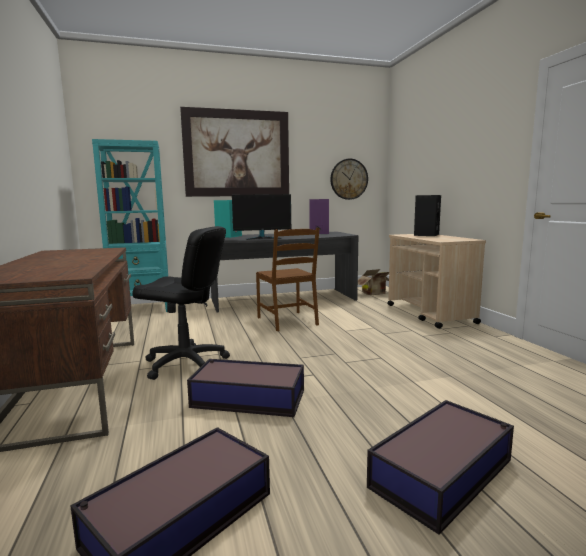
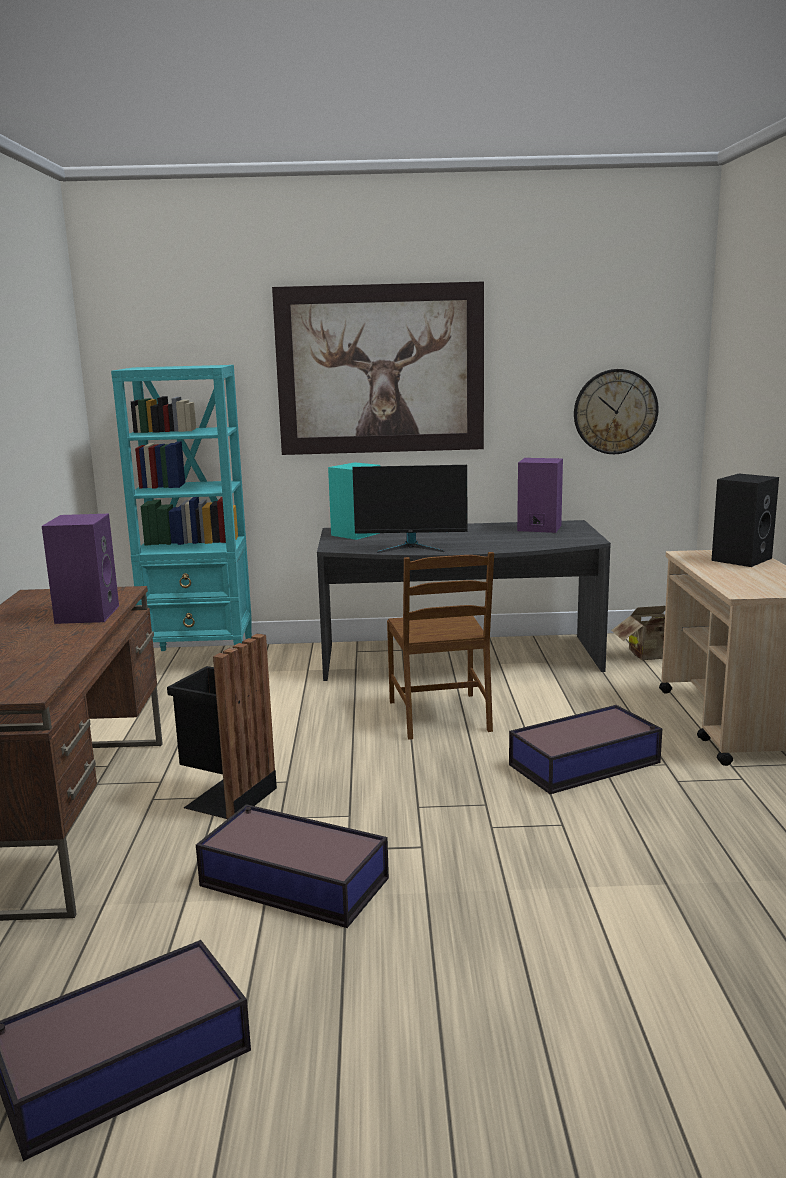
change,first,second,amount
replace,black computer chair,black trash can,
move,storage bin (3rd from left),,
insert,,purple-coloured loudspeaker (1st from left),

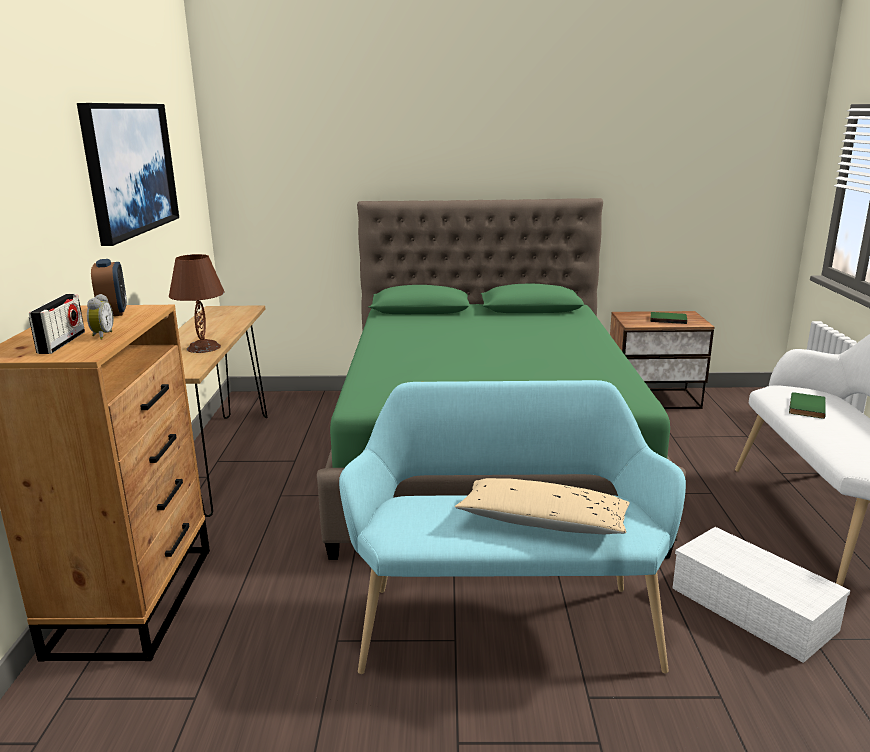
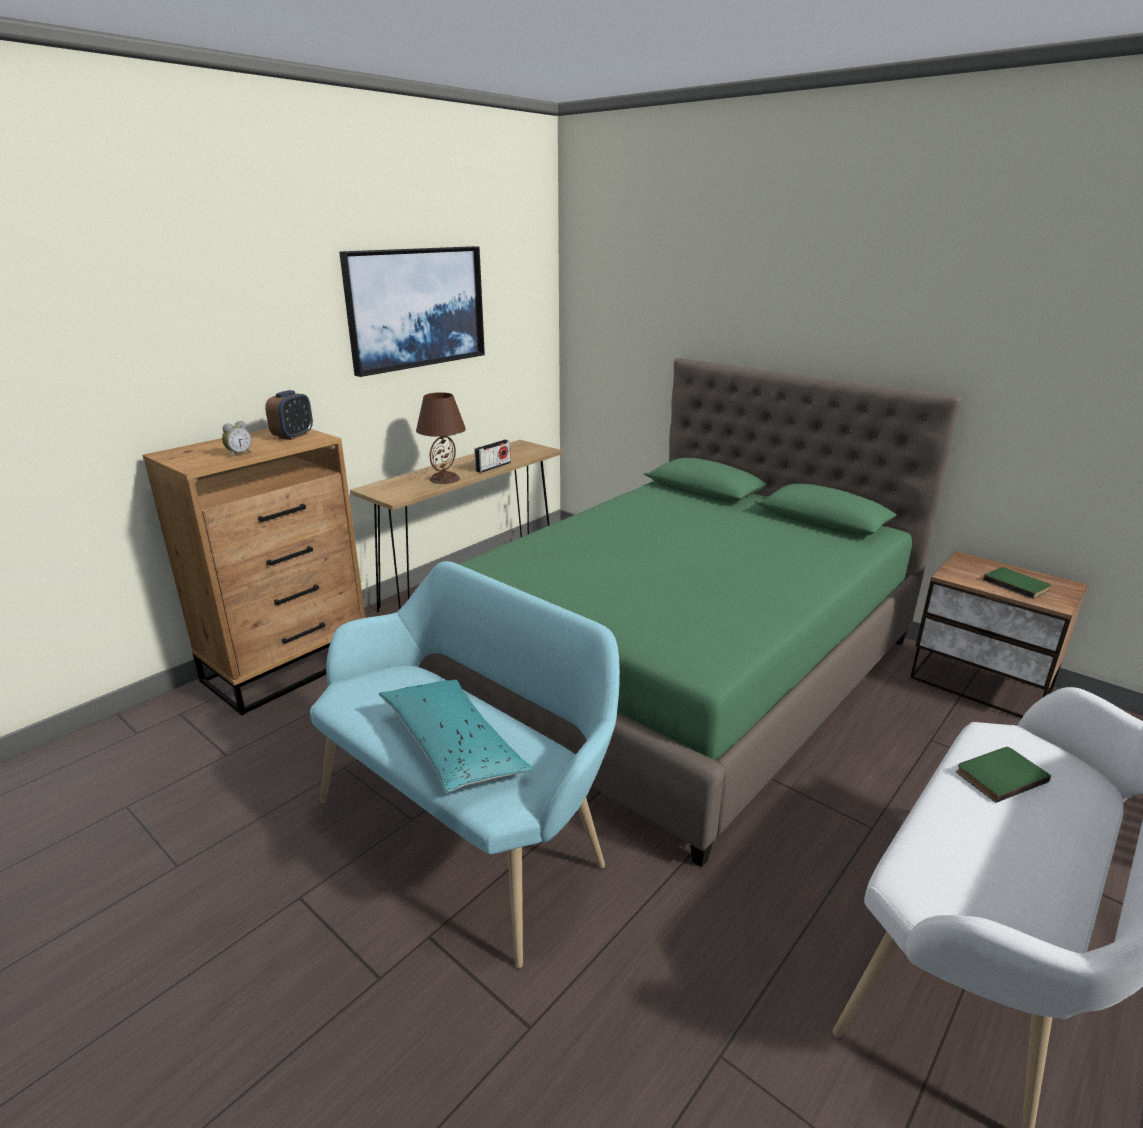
change,first,second,amount
move,radio receiver,,
recolor,beige-coloured pillow,turquoise pillow,
delete,white storage bin,,

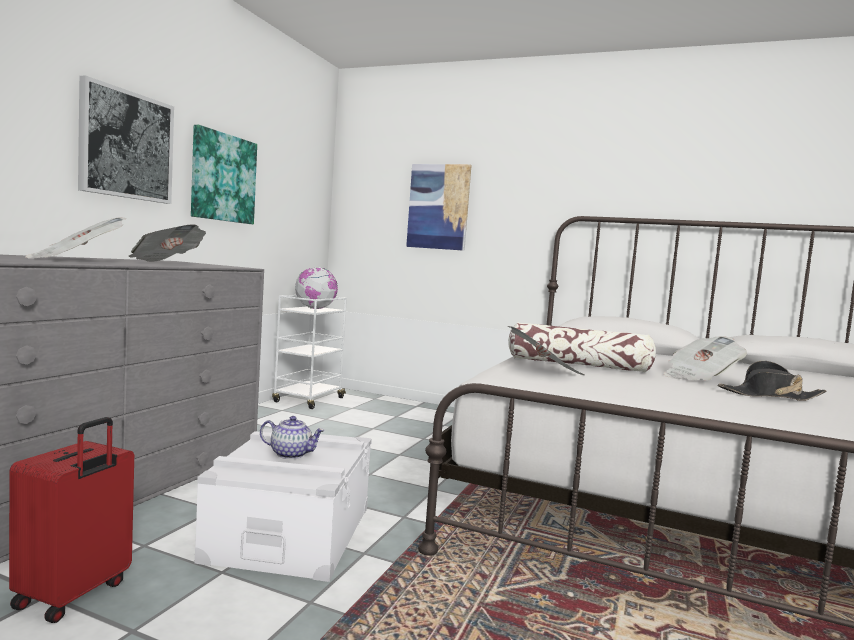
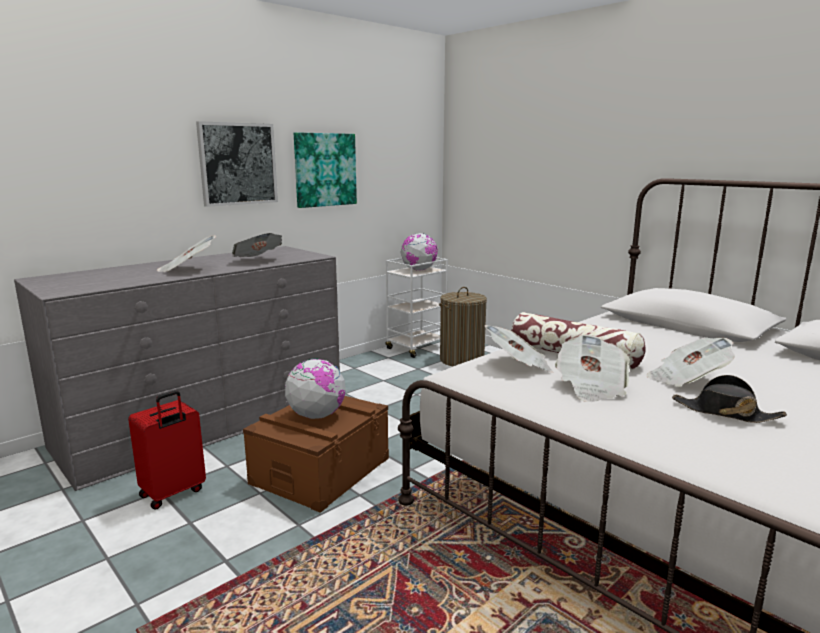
change,first,second,amount
recolor,white storage bin,brown storage bin,
replace,pot for tea,globe (1st from left),
delete,picture (3rd from left),,
insert,,hamper,
insert,,newspaper (4th from left),

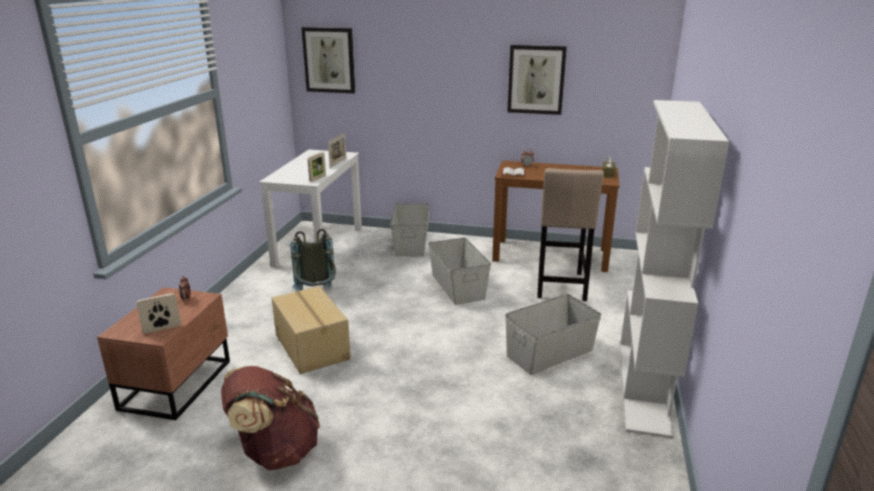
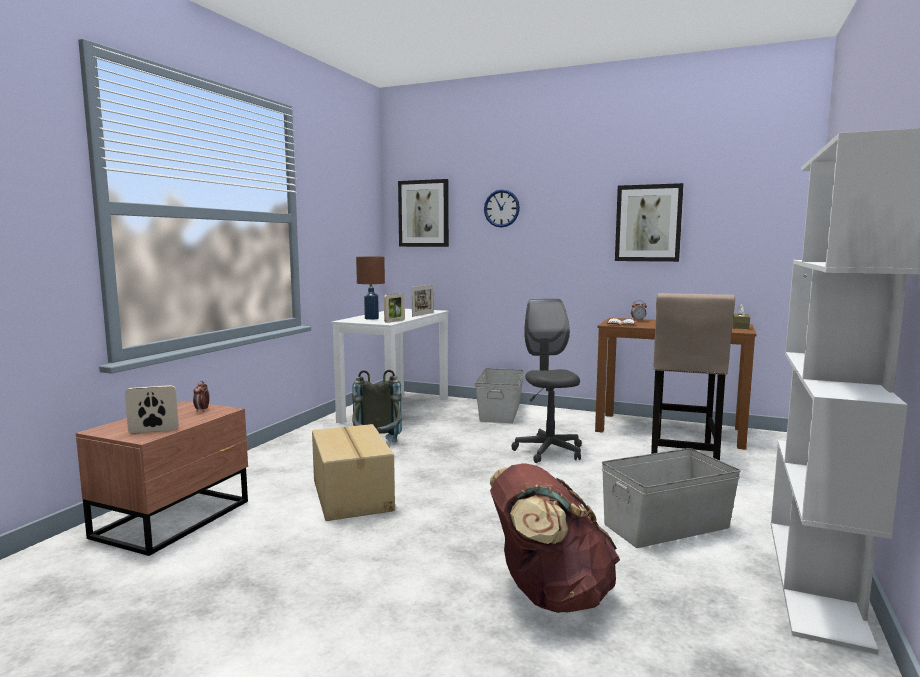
change,first,second,amount
move,brown backpack,,
replace,gray storage bin (2nd from left),gray computer chair,
insert,,brown table lamp,
insert,,hanging clock,

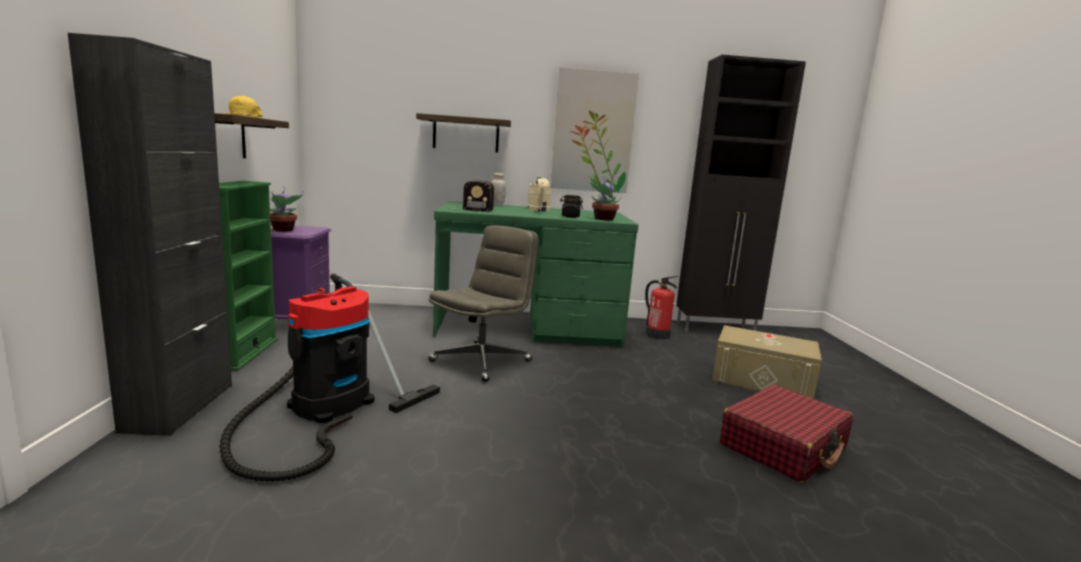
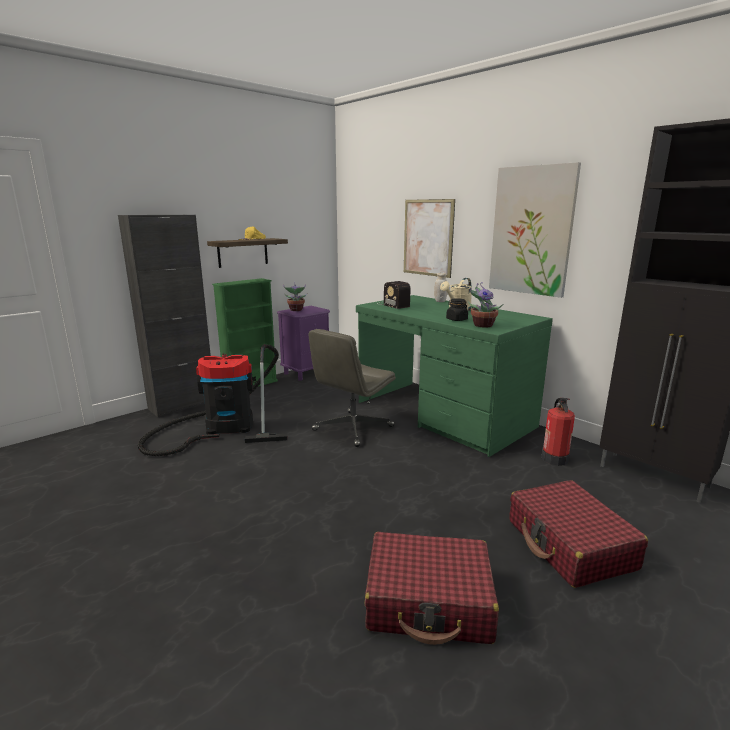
change,first,second,amount
replace,shelf (2nd from left),picture (1st from left),
rotate,gray computer chair,,135 degrees clockwise
replace,beige-coloured storage bin,red travel case (2nd from left),

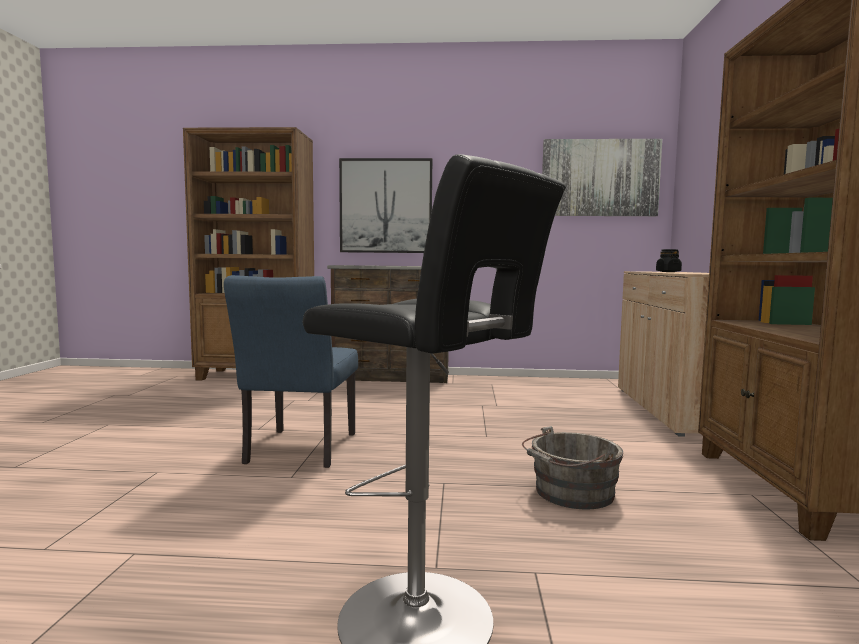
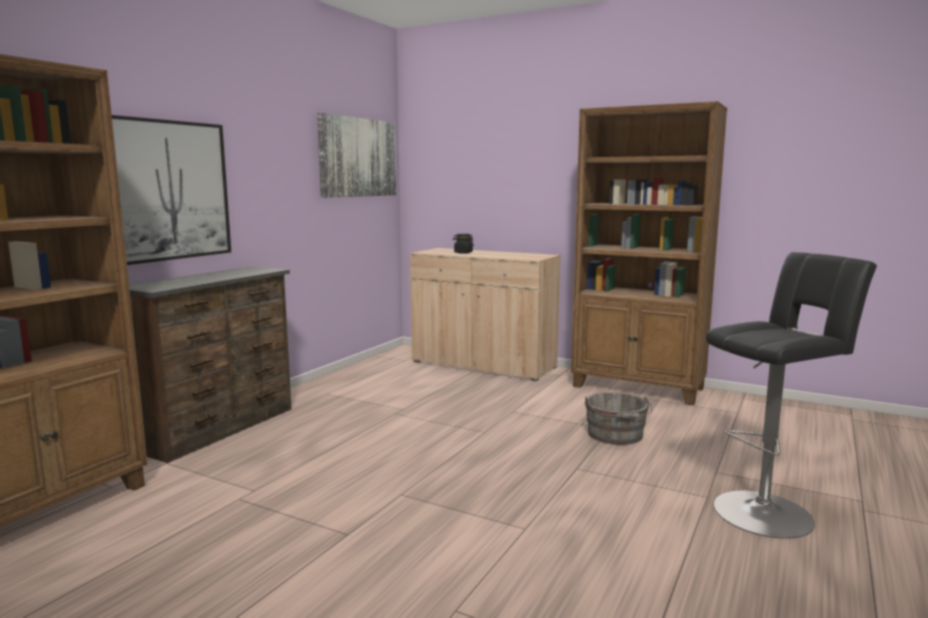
change,first,second,amount
delete,blue-coloured upright chair,,

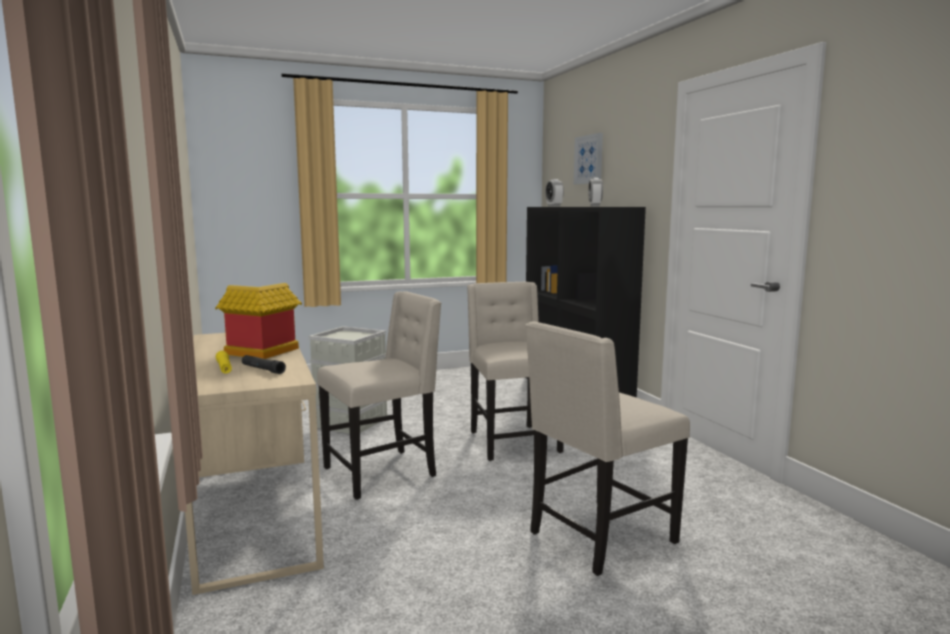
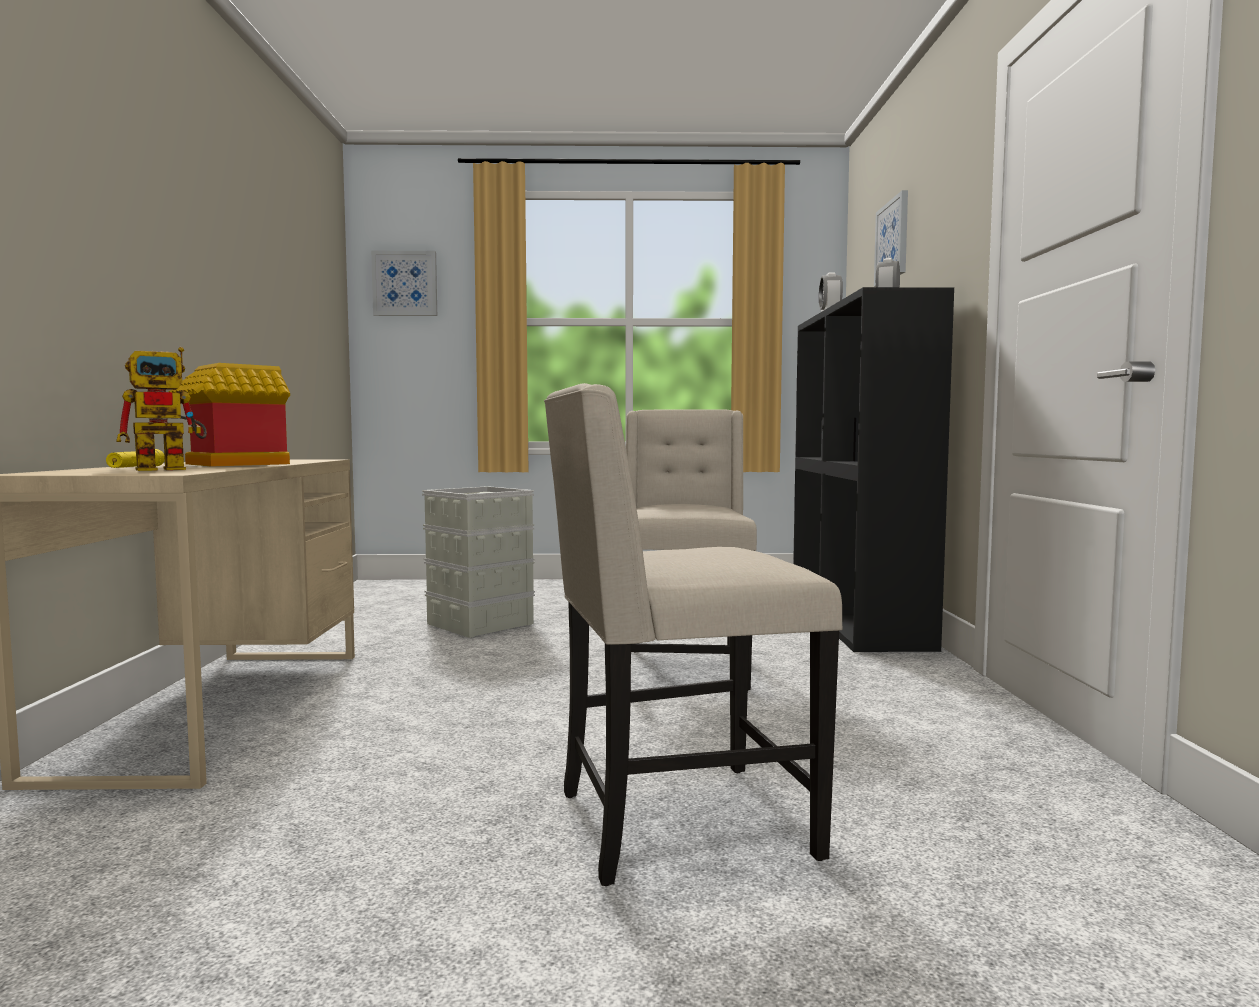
change,first,second,amount
replace,black flashlight,robot figure,
delete,beige-coloured upright chair (1st from left),,
insert,,picture (1st from left),

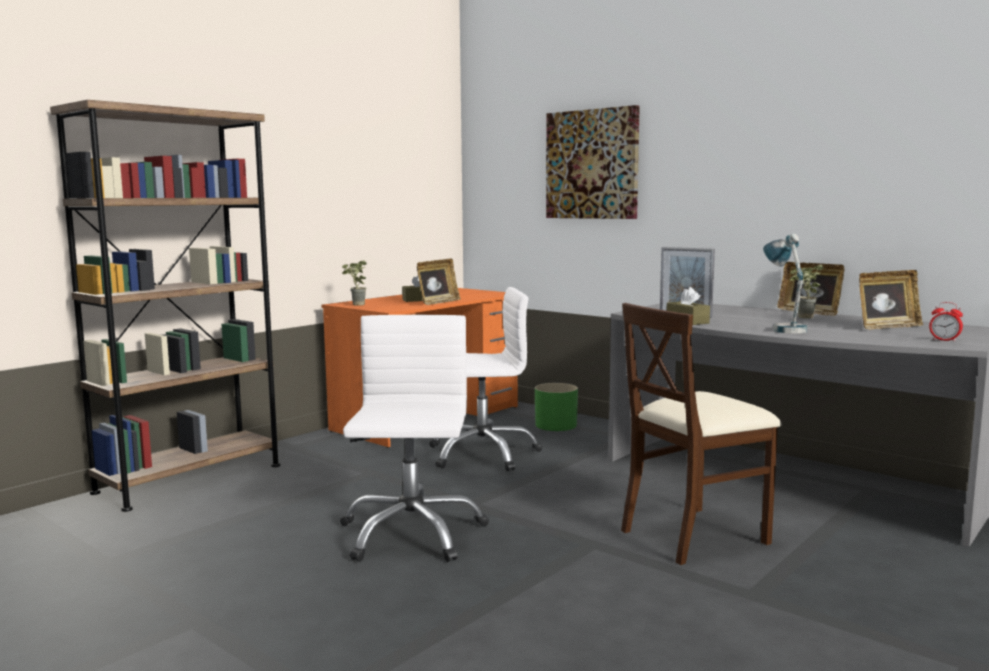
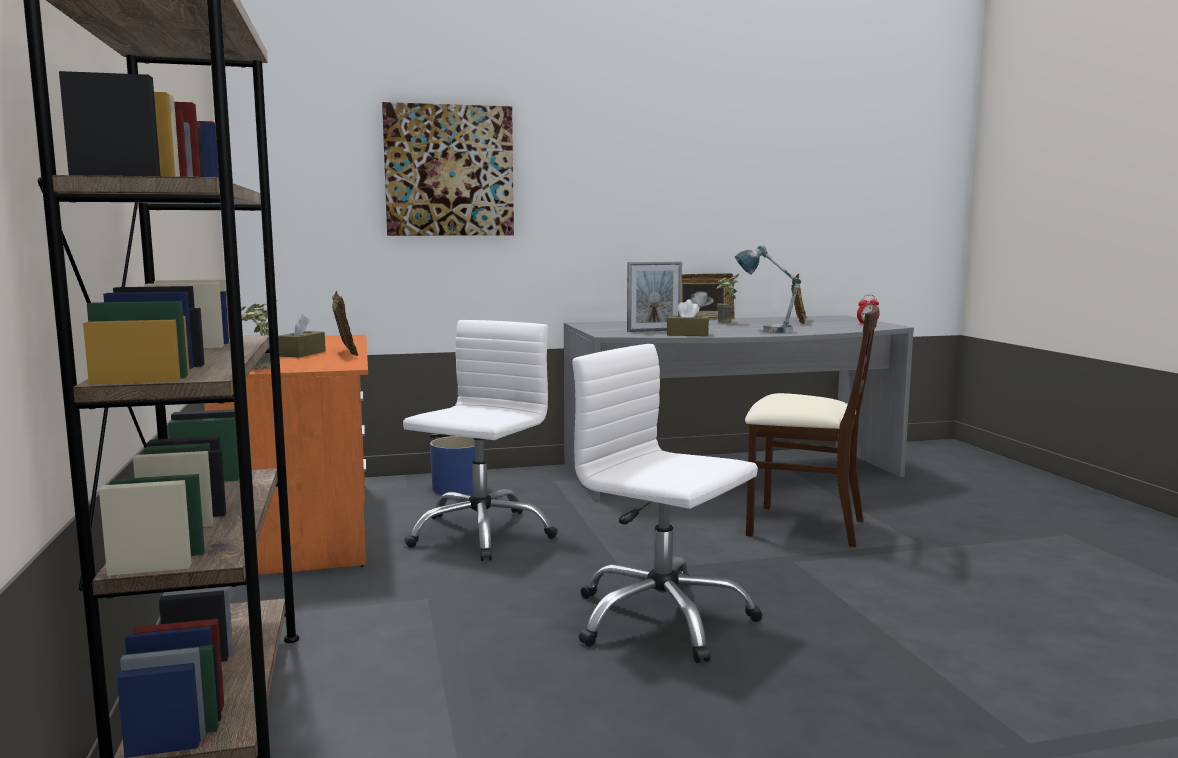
change,first,second,amount
recolor,green planter,blue-coloured planter,
rotate,beige-coloured upright chair,,75 degrees counterclockwise

